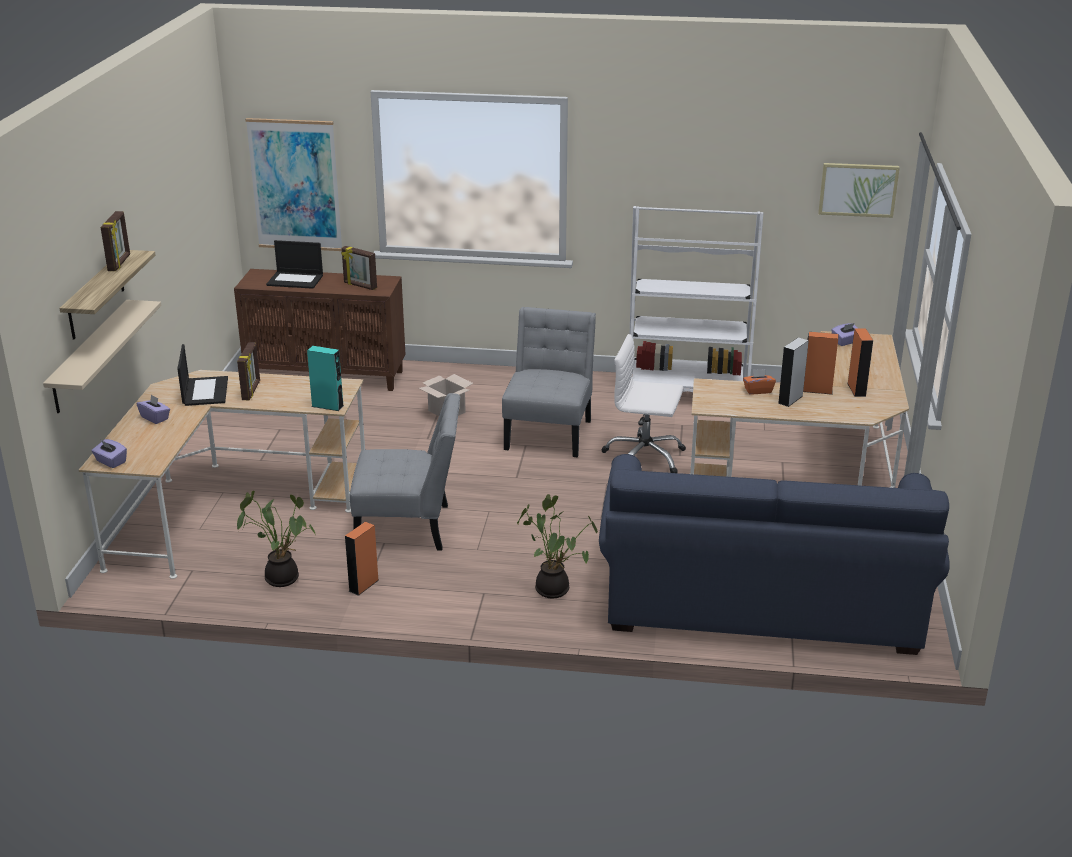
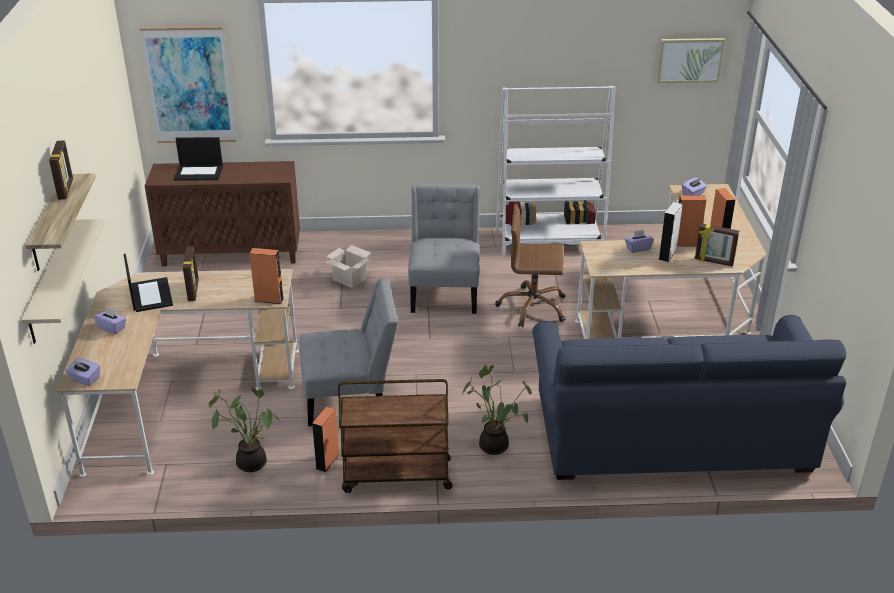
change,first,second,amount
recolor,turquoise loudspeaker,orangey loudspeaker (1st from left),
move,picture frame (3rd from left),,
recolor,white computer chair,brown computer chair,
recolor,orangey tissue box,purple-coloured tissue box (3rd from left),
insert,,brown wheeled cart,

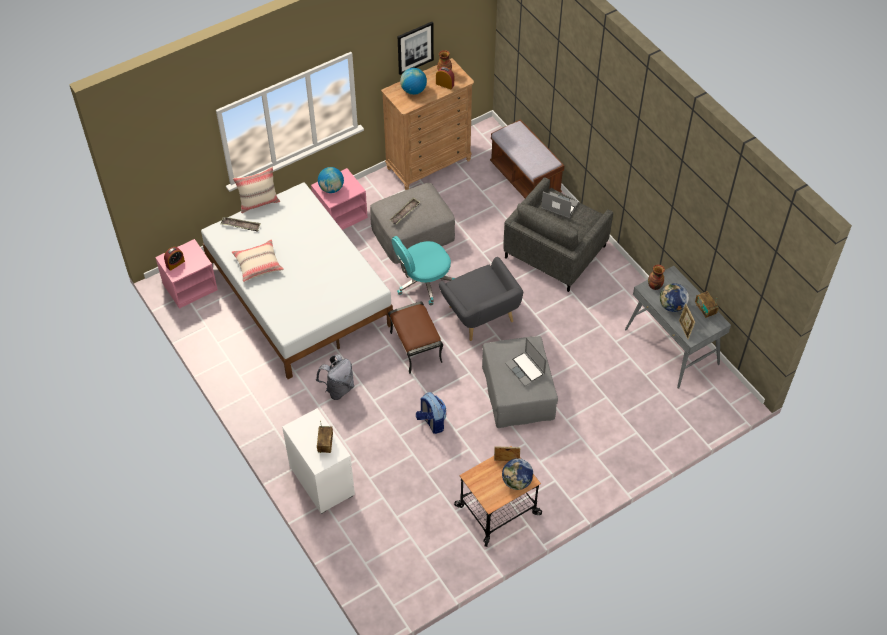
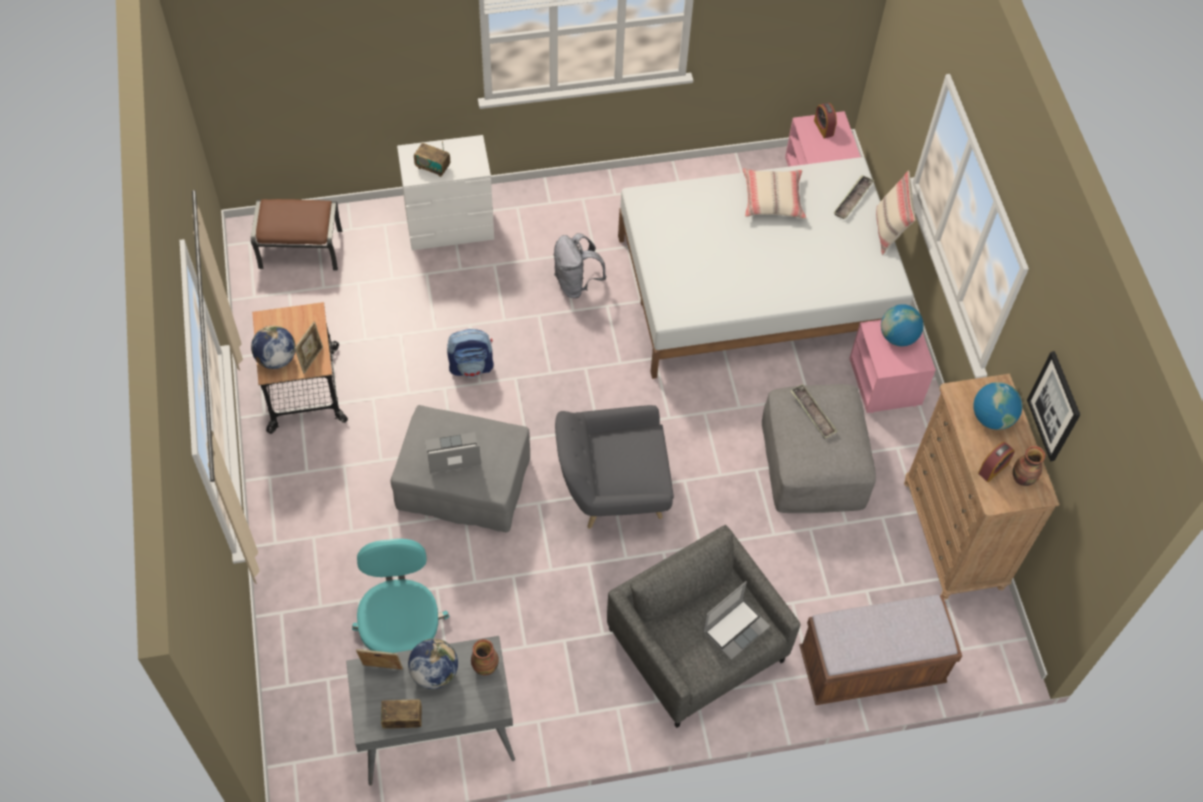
change,first,second,amount
move,brown ottoman,,
move,turquoise computer chair,,

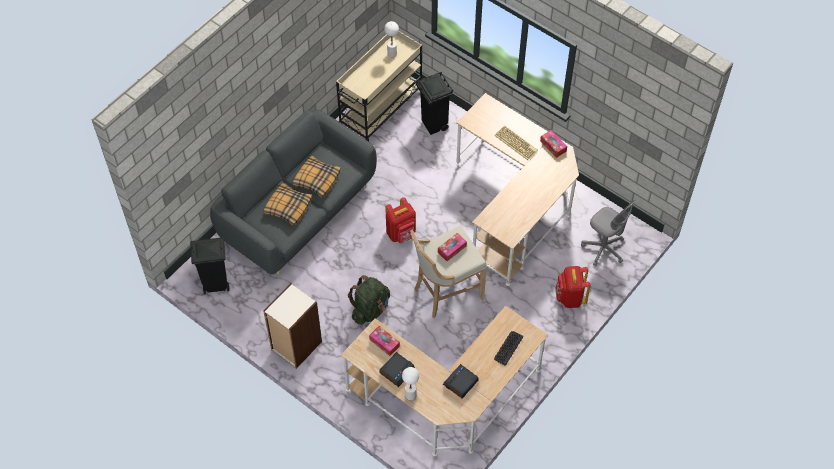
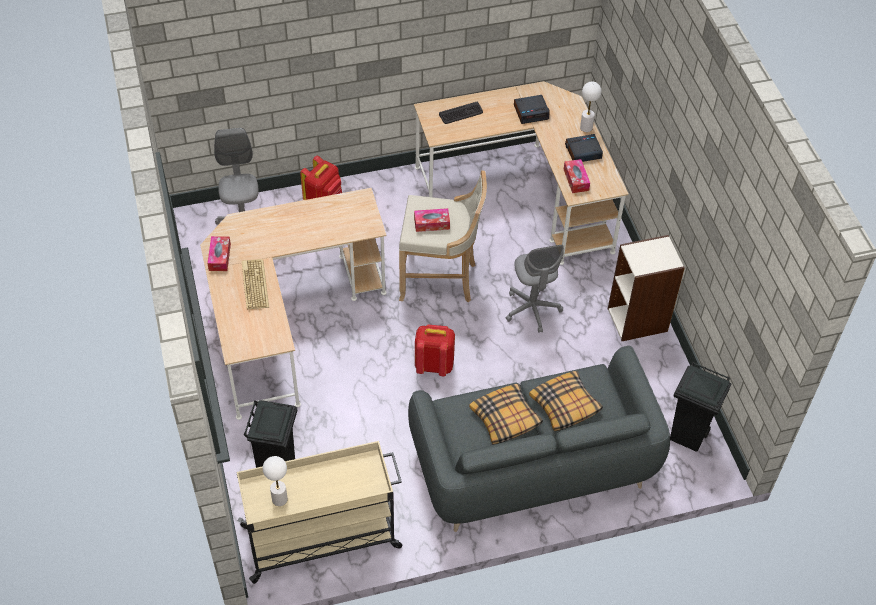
change,first,second,amount
replace,green backpack,gray computer chair (2nd from left),

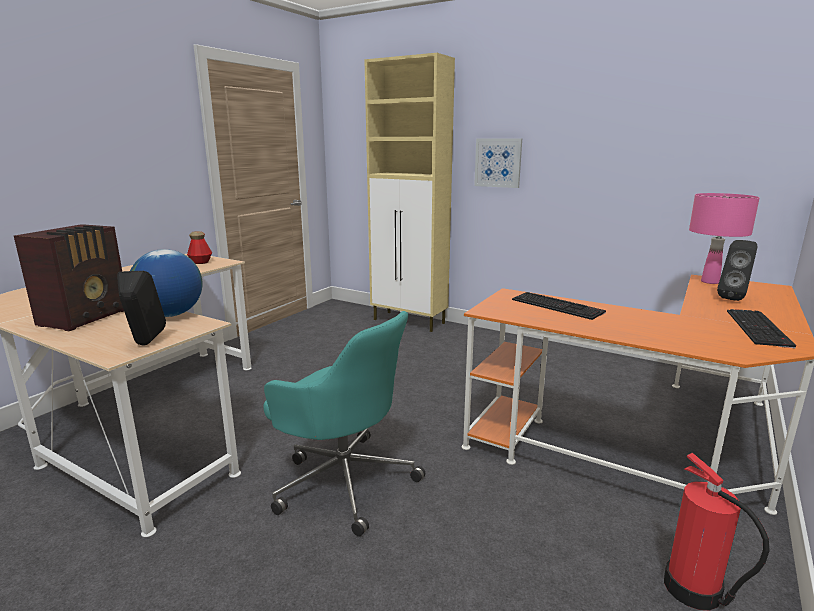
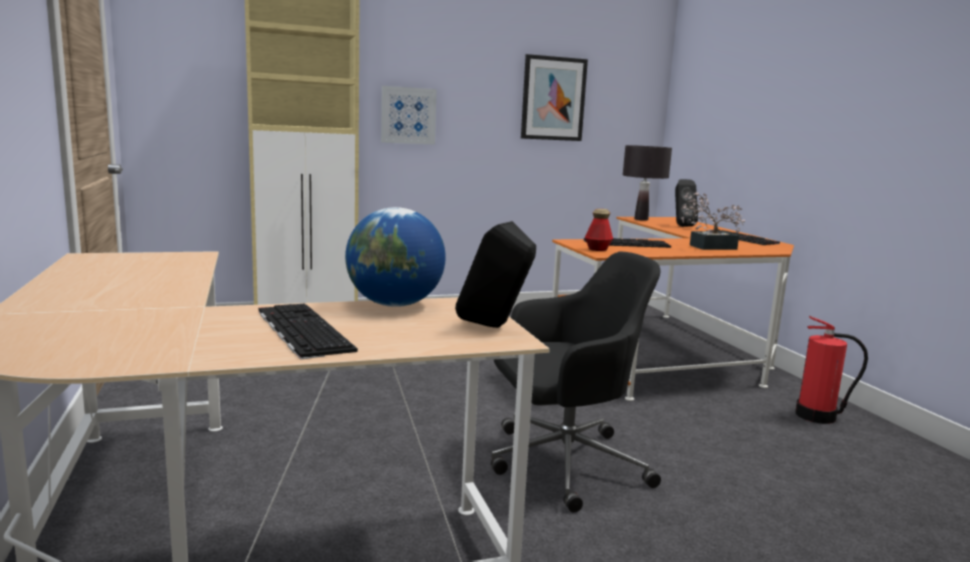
change,first,second,amount
replace,radio receiver,keyboard (1st from left),
move,drink bottle,,
recolor,turquoise computer chair,black computer chair,
recolor,pink table lamp,black table lamp,
insert,,picture (2nd from left),
insert,,houseplant,

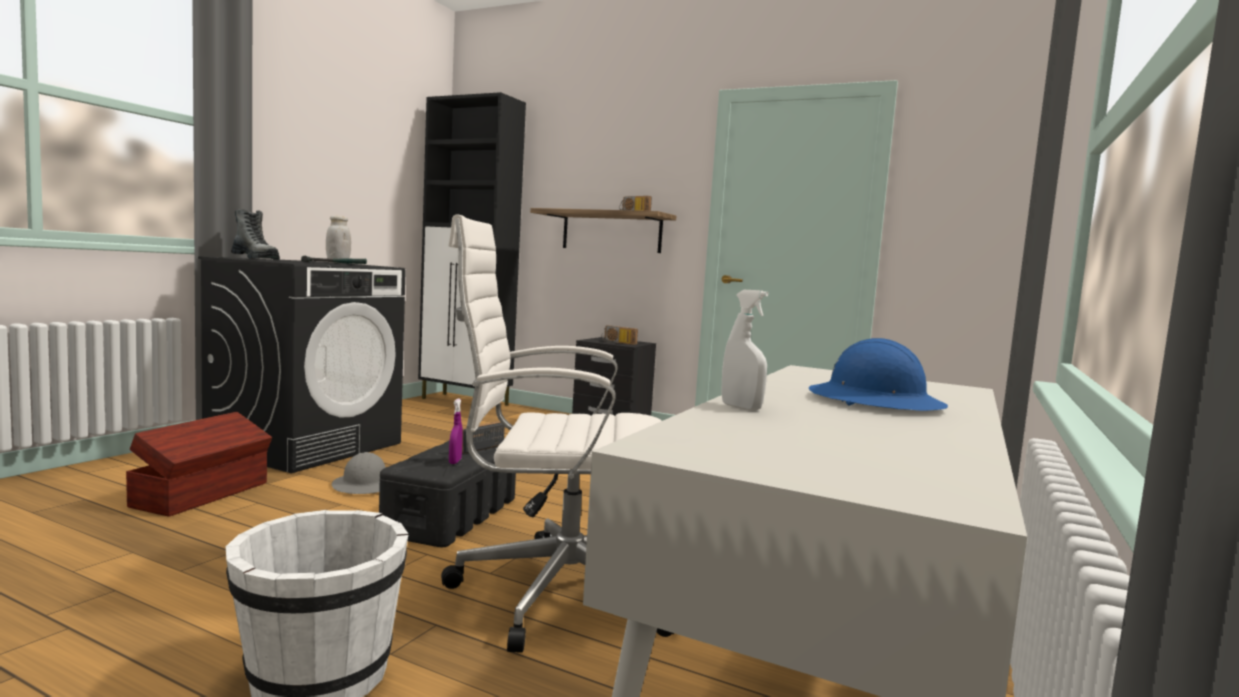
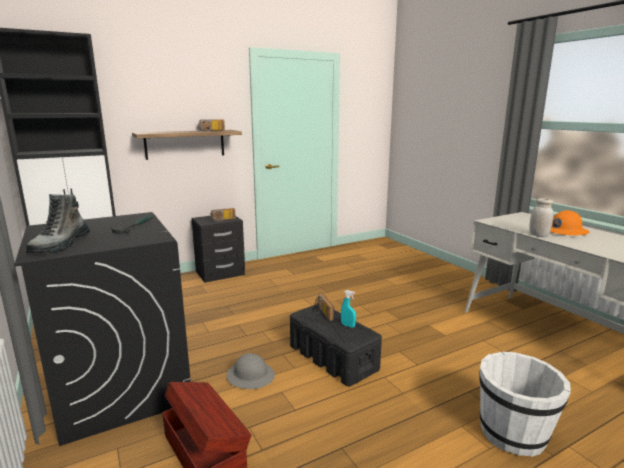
change,first,second,amount
rotate,tall boot,,120 degrees clockwise
move,white storage jar,,
delete,white computer chair,,
recolor,purple-coloured sprayer,turquoise sprayer,
delete,white sprayer,,
recolor,blue-coloured work helmet,orangey work helmet,

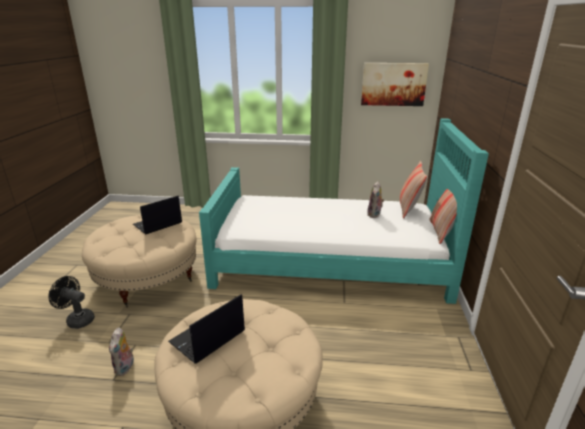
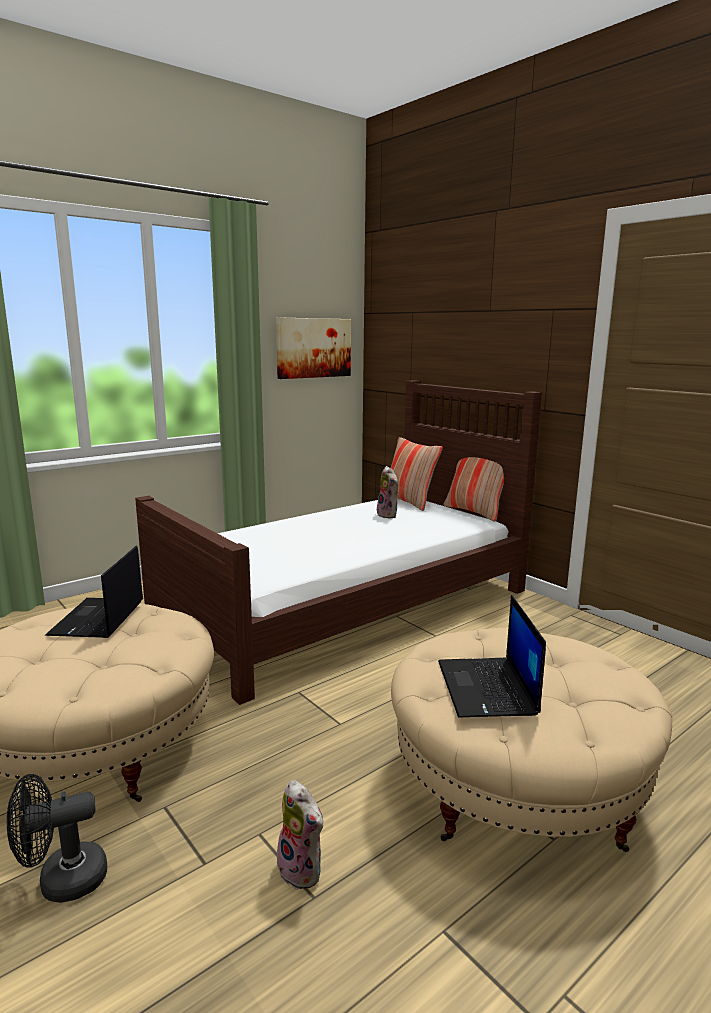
change,first,second,amount
recolor,turquoise sleeping bed,brown sleeping bed,

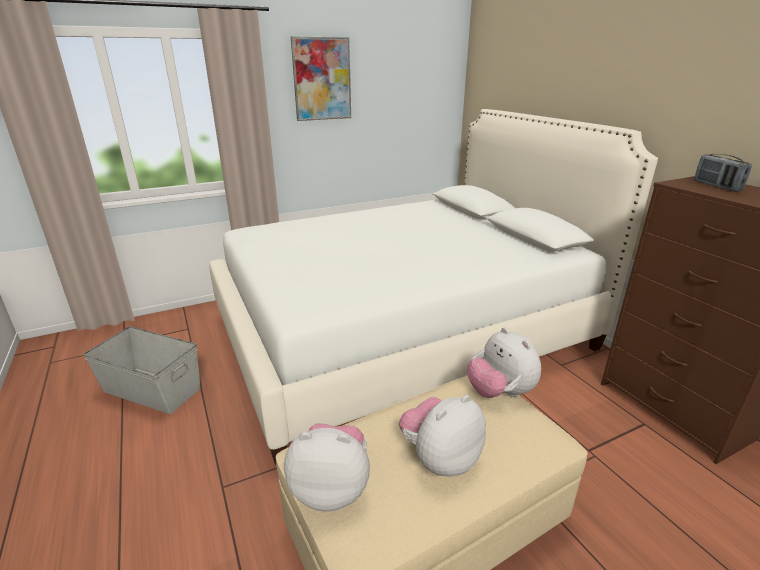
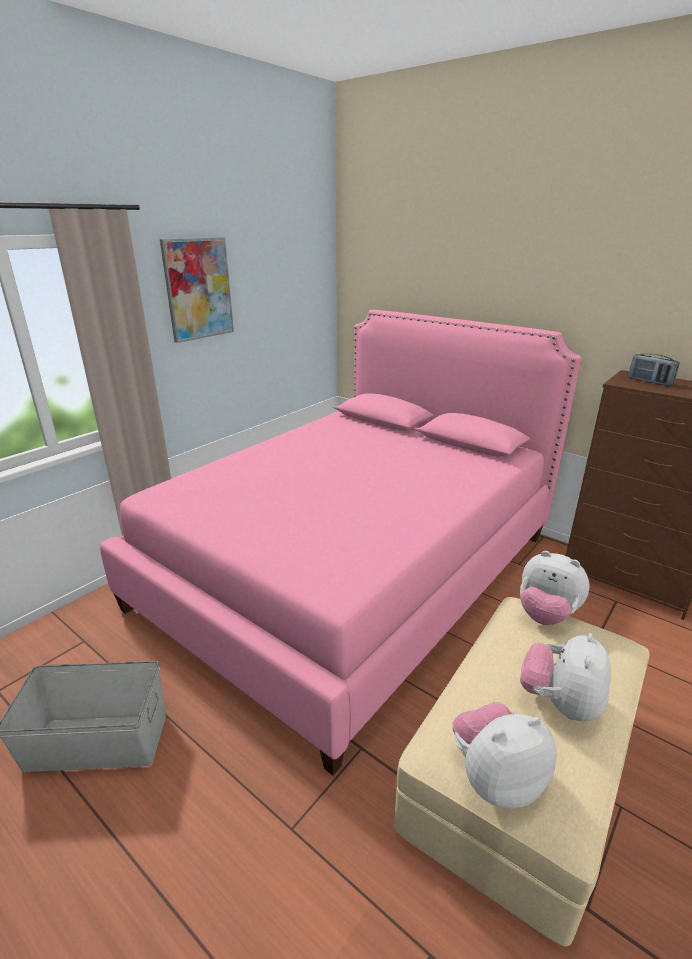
change,first,second,amount
recolor,white sleeping bed,pink sleeping bed,

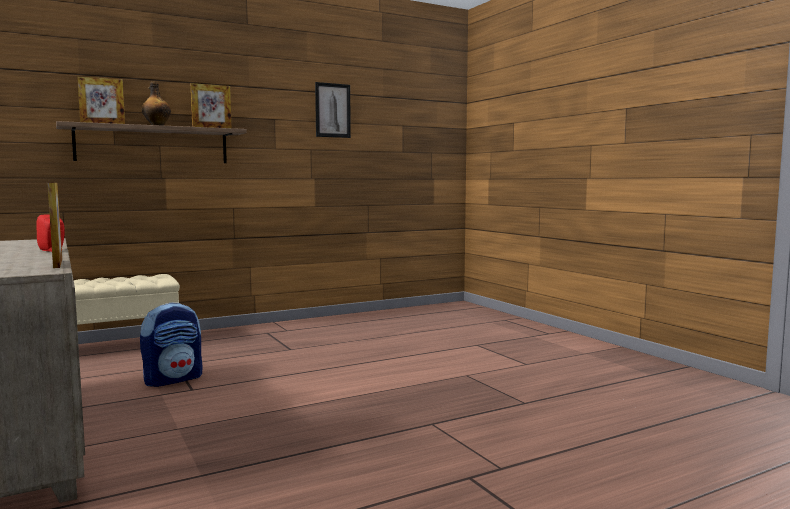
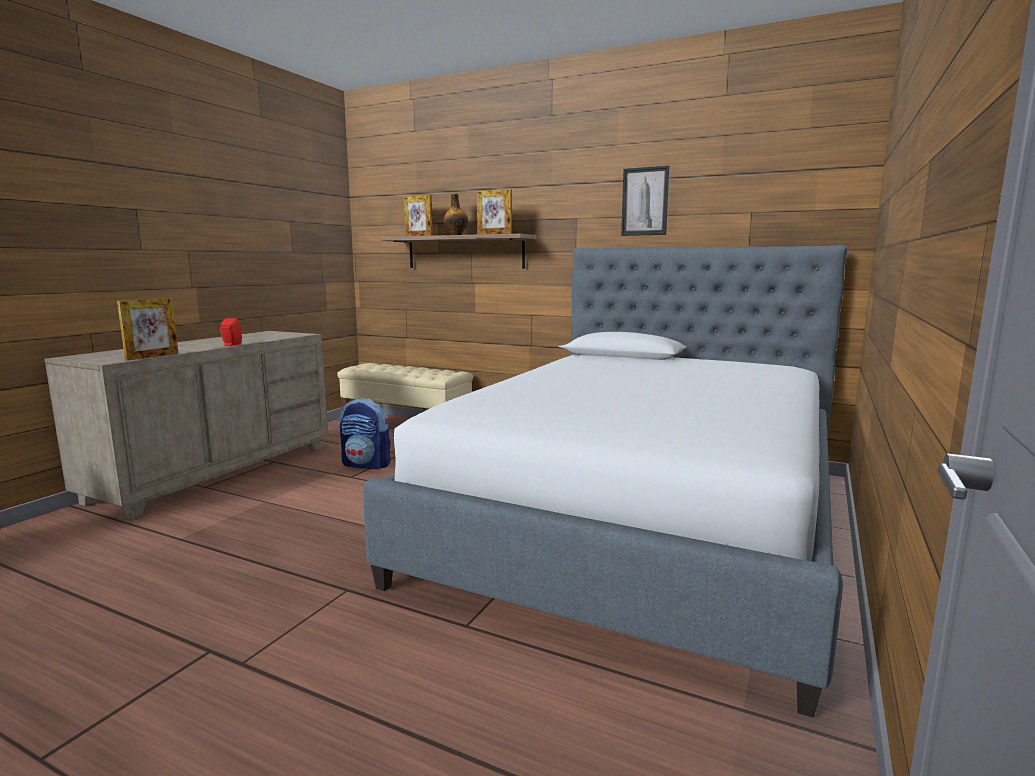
change,first,second,amount
insert,,sleeping bed,

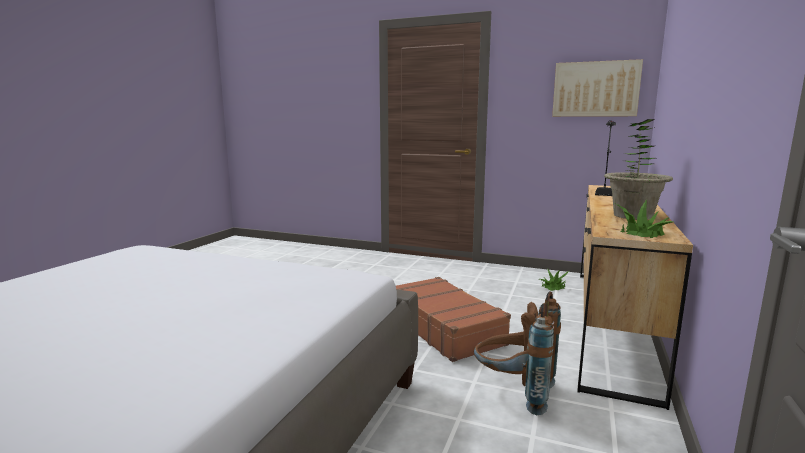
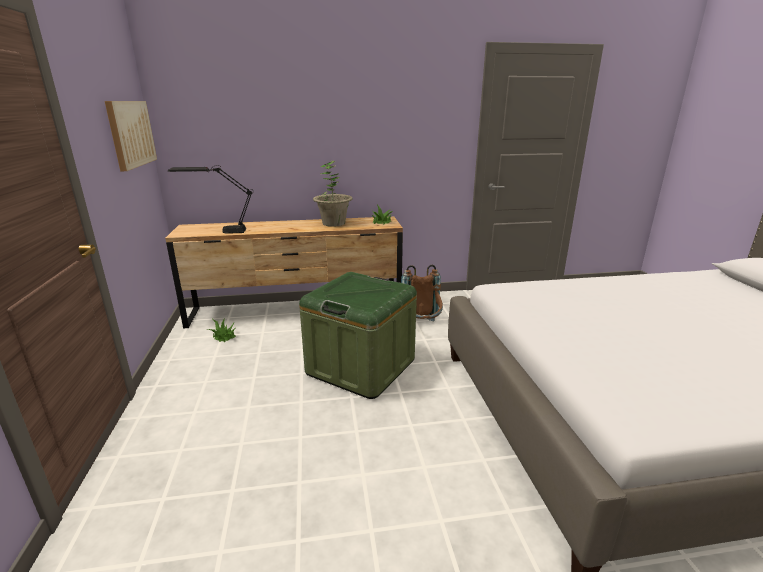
change,first,second,amount
replace,brown travel case,green storage bin,

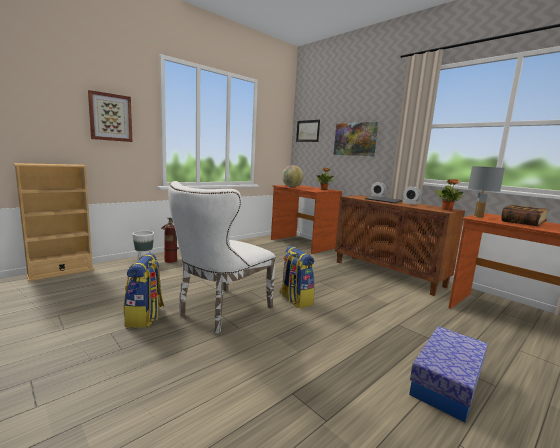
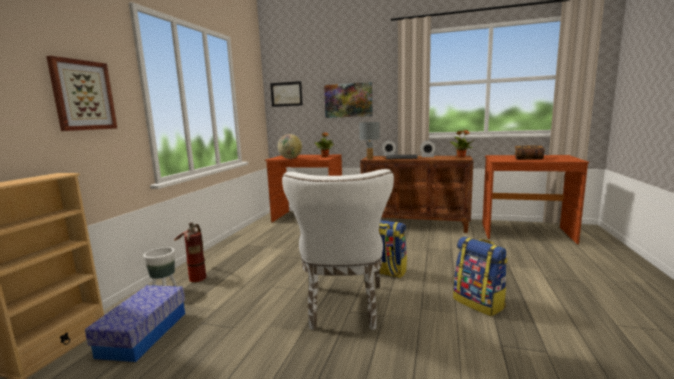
change,first,second,amount
move,backpack (1st from left in the first image),backpack (2nd from left),
move,storage bin,,
move,gray table lamp,,

